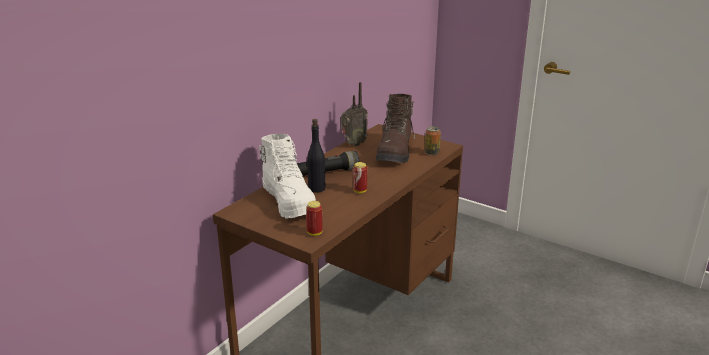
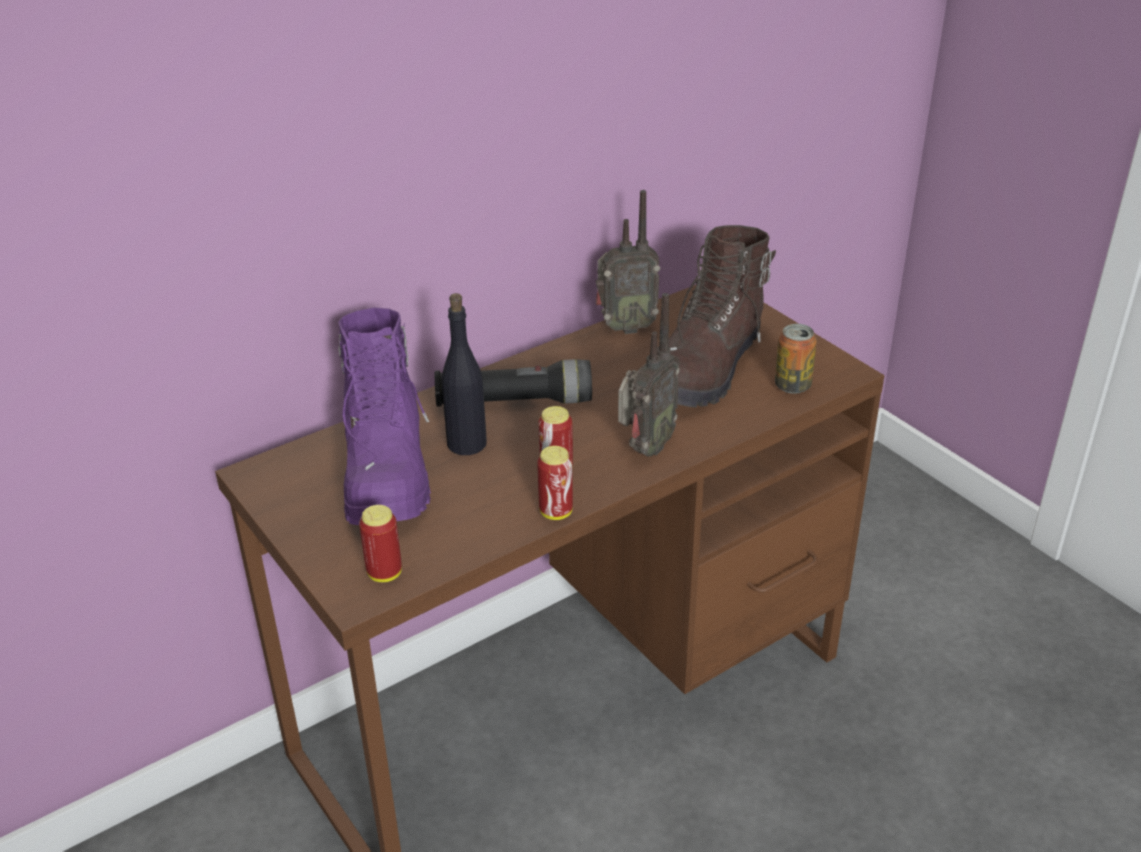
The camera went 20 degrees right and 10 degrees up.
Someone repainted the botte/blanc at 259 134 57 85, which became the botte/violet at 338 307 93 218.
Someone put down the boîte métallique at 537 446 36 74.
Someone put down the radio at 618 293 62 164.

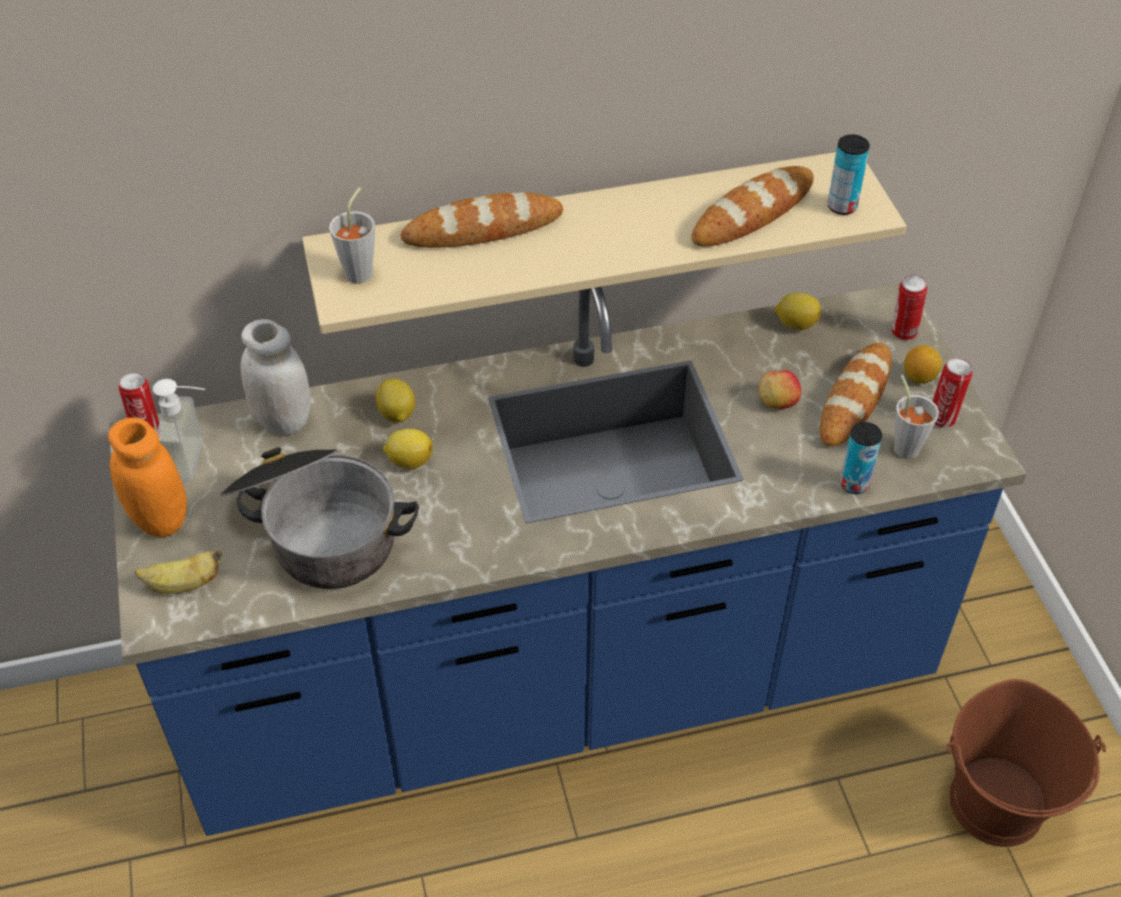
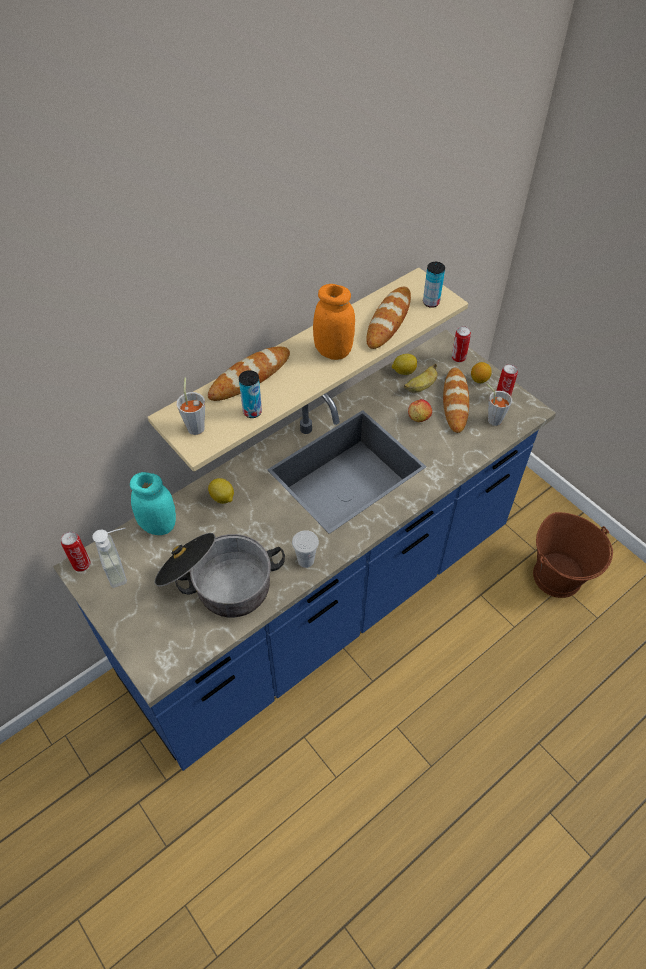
The camera went 25 degrees left and 5 degrees up.
Someone carried the bocal/orange from 108 417 79 120 to 313 284 42 76.
Someone carried the banane from 135 549 88 45 to 404 364 34 29.
Someone repainted the bocal/blanc at 240 319 71 116, which became the bocal/turquoise at 130 472 46 63.
Someone took away the citron at 383 429 50 40.
Someone carried the boîte métallique from 840 422 42 72 to 239 370 23 48.
Someone put down the tasse/blanc at 292 530 27 38.

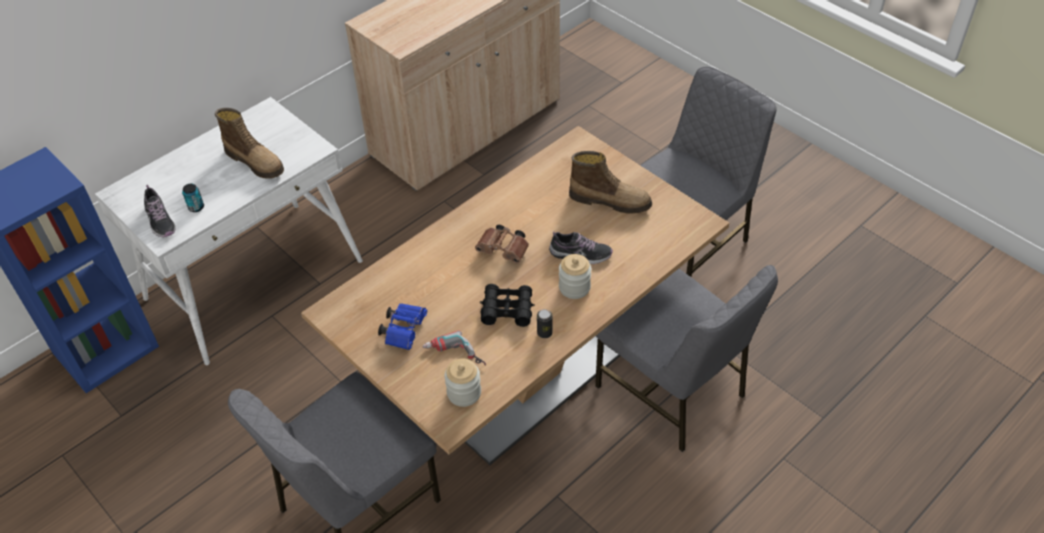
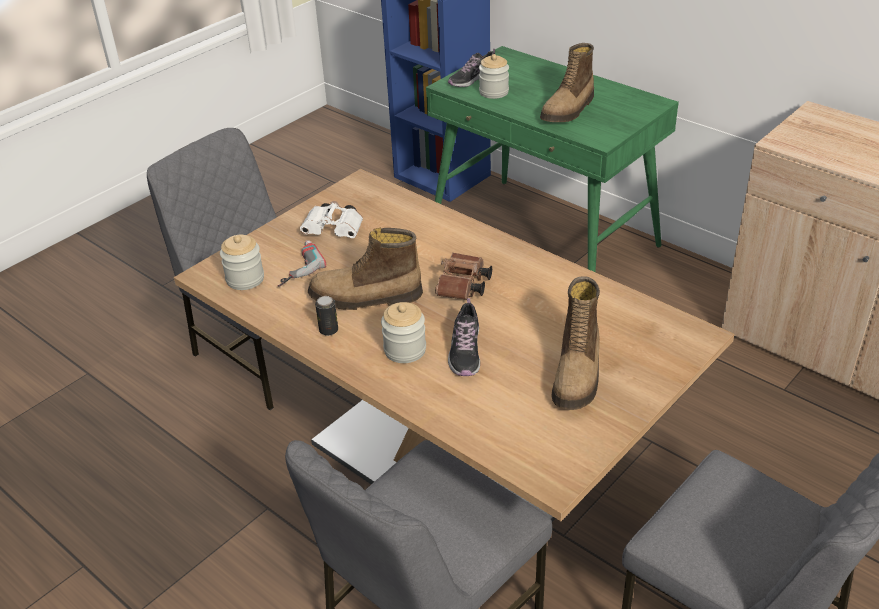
The camera went 85 degrees right and 10 degrees down.
Someone repainted the bureau/blanc at 95 97 268 268, which became the bureau/vert at 426 46 253 226.
Someone swapped the boîte métallique at 182 183 22 29 for the bocal at 479 54 30 45.
Someone repainted the jumelles/bleu at 378 303 49 47, which became the jumelles/blanc at 300 201 63 37.
Someone swapped the jumelles/noir at 480 284 55 43 for the botte at 308 228 115 82.

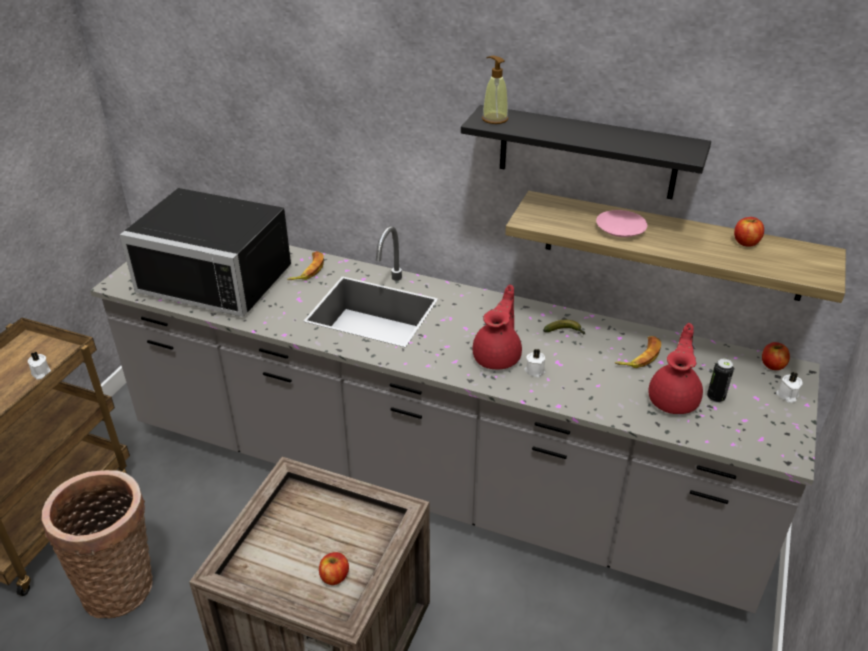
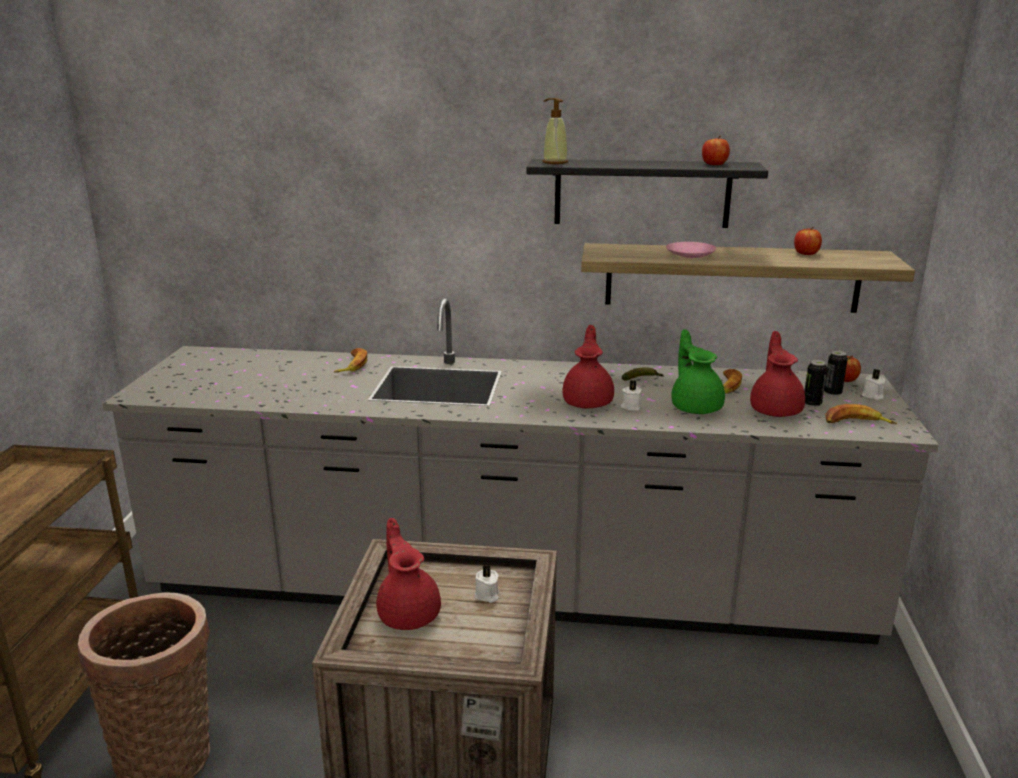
The camera went 15 degrees left and 15 degrees down.
Someone carried the bougie/blanc from 28 352 23 27 to 474 565 25 38.
Someone took away the micro-ondes/noir at 120 188 171 129.
Someone carried the pomme from 319 552 30 33 to 702 136 28 29.
Someone put down the théière/rouge at 376 518 65 112.
Someone put down the théière/vert at 671 329 54 85.
Someone put down the boîte métallique at 824 350 24 47.
Someone put down the banane at 825 404 72 20.

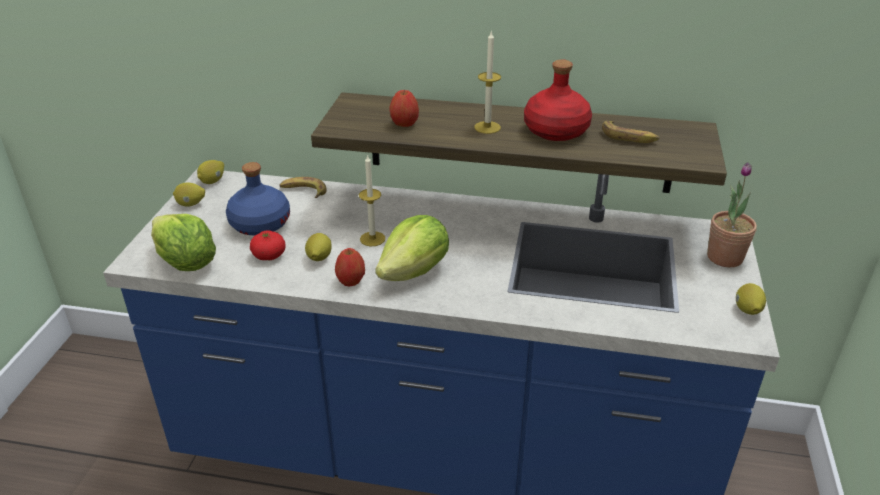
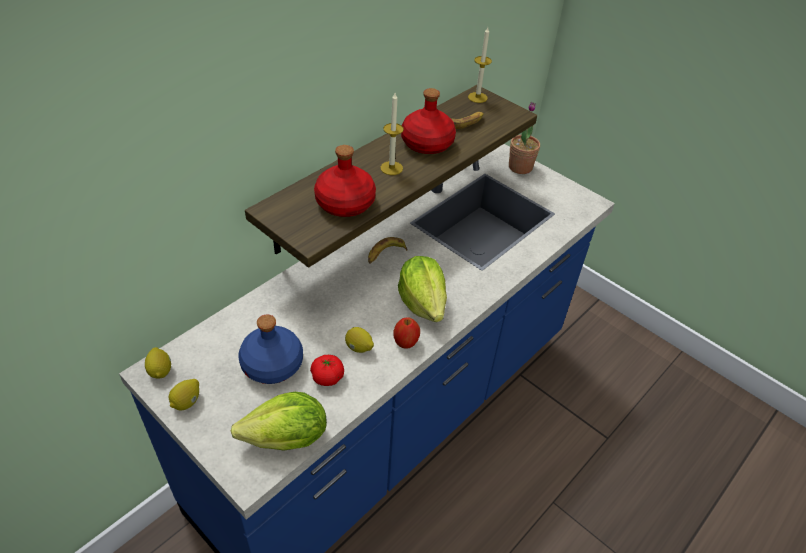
The camera went 60 degrees left and 10 degrees up.
Someone carried the banane from 279 177 48 21 to 368 237 40 27.
Someone carried the bougie from 359 154 26 92 to 468 27 24 76.
Someone swapped the pomme at 390 90 29 37 for the bouteille/rouge at 314 145 62 72.
Someone took away the citron at 736 283 30 32.

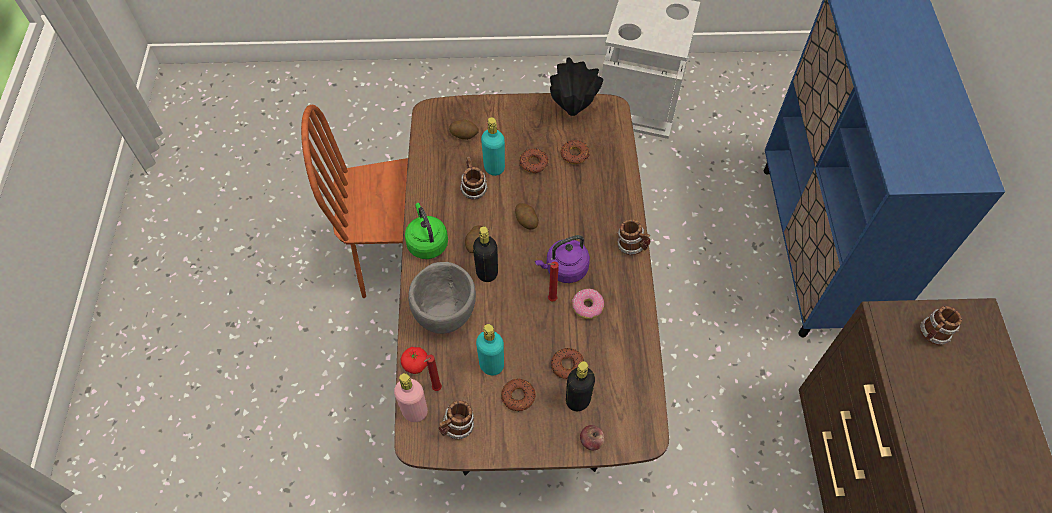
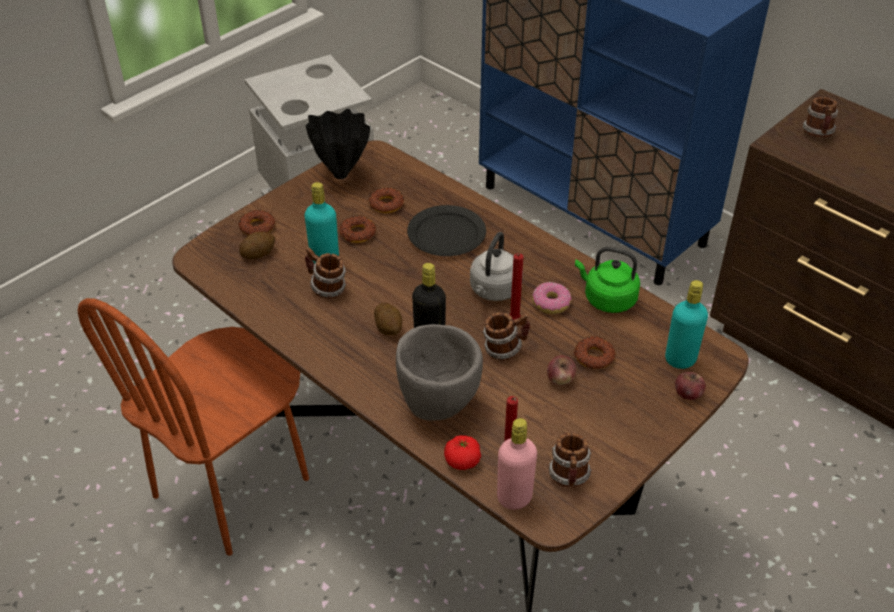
The camera went 45 degrees left and 15 degrees down.
Someone carried the bouilloire/vert from 405 203 43 56 to 575 247 65 66.
Someone carried the bouteille/turquoise from 476 324 28 51 to 665 280 43 89.
Someone carried the beignet from 501 379 35 32 to 238 210 37 26.
Someone took away the pomme de terre at 515 203 24 27.
Someone repainted the bouilloire/violet at 535 235 55 48, which became the bouilloire/gris at 470 232 53 69.
Someone took away the bouteille/noir at 566 361 29 50.
Someone carried the mug from 617 219 33 36 to 483 312 47 49.
Someone put down the assiette/noir at 407 205 79 51.
Someone put down the pomme at 547 355 29 31.

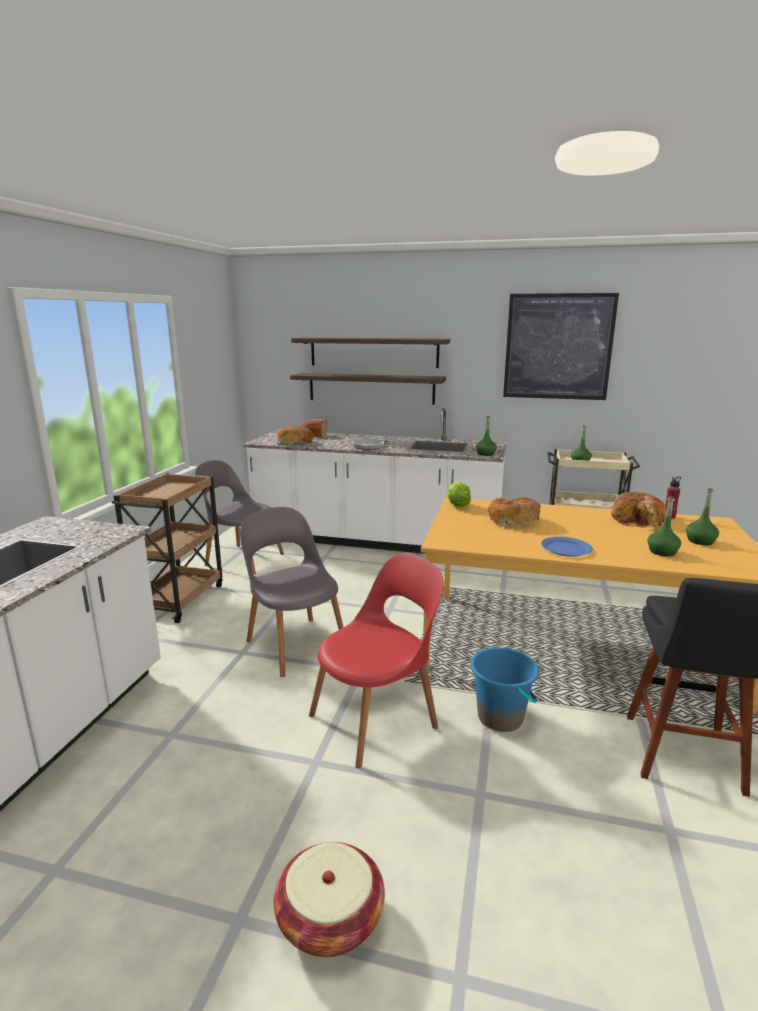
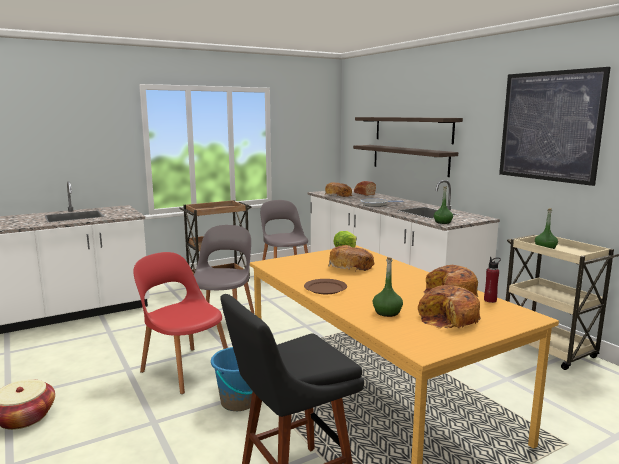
The camera went 45 degrees right and 5 degrees down.
Someone rotated the chaise/rouge at 309 553 135 215 by 150 degrees counterclockwise.
Someone repainted the assiette/bleu at 541 537 52 20, which became the assiette/marron at 304 279 43 15.
Someone swapped the bouteille/vert at 686 488 33 57 for the pain at 418 285 63 44.

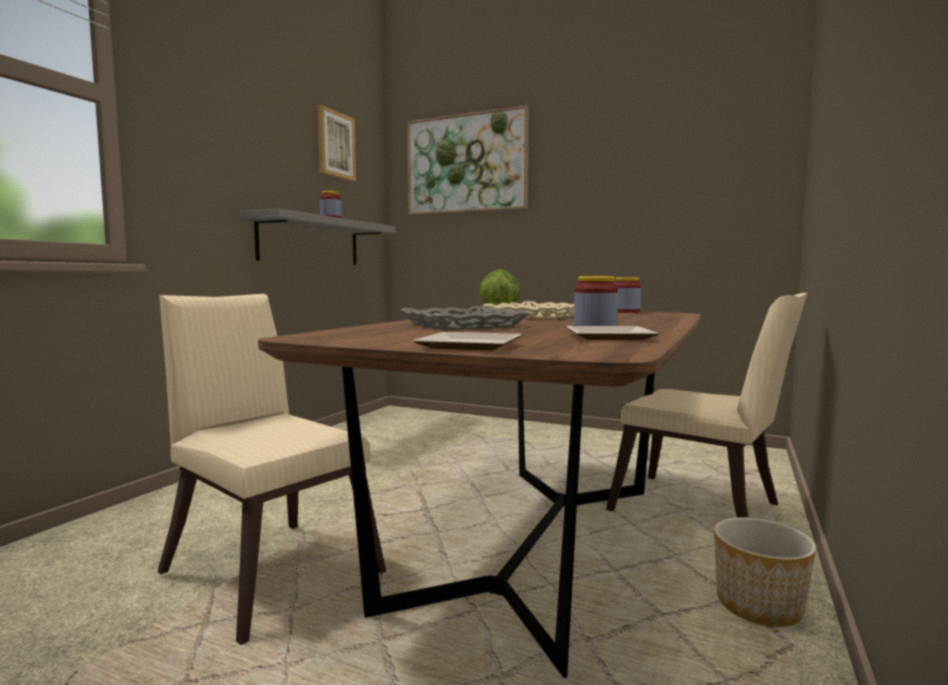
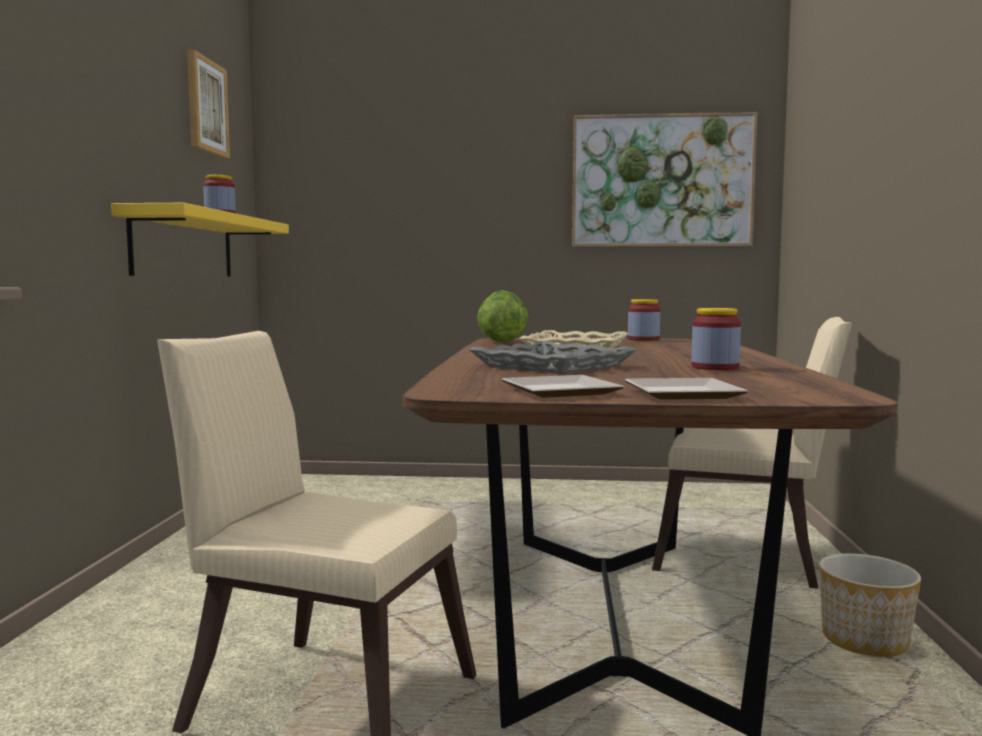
The camera went 20 degrees left and 0 degrees up.
Someone repainted the étagère/gris at 240 209 156 56, which became the étagère/jaune at 111 203 178 74.
Someone carried the tableau from 407 105 122 110 to 572 112 185 135.
Someone carried the assiette from 567 326 92 14 to 501 375 123 23.

